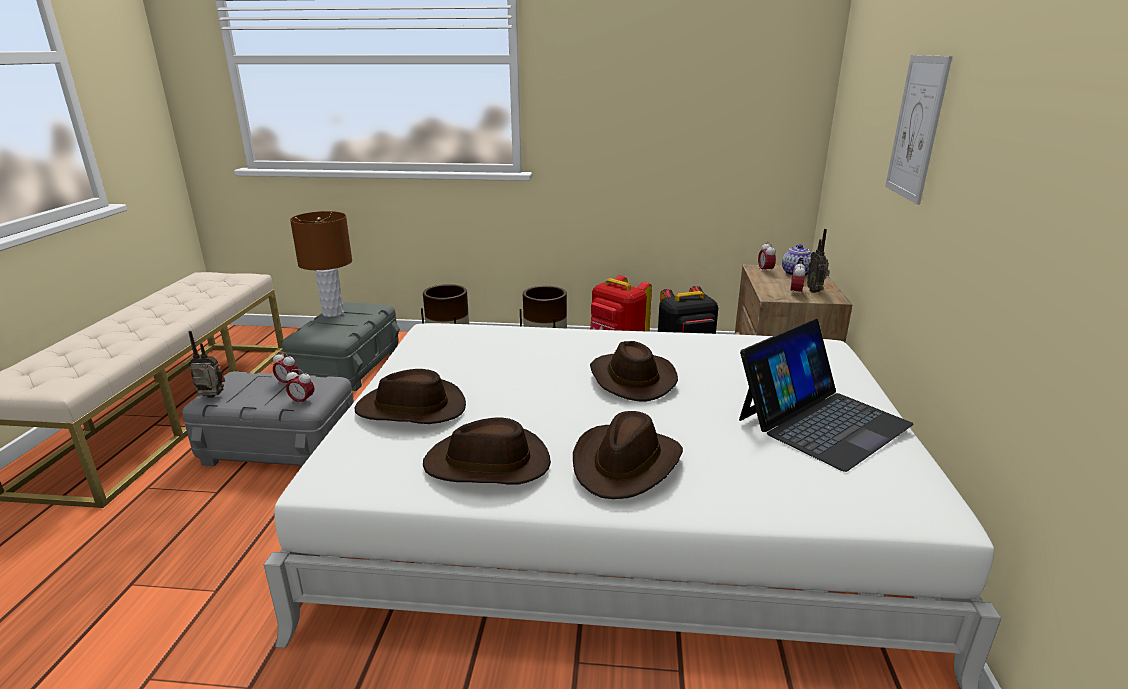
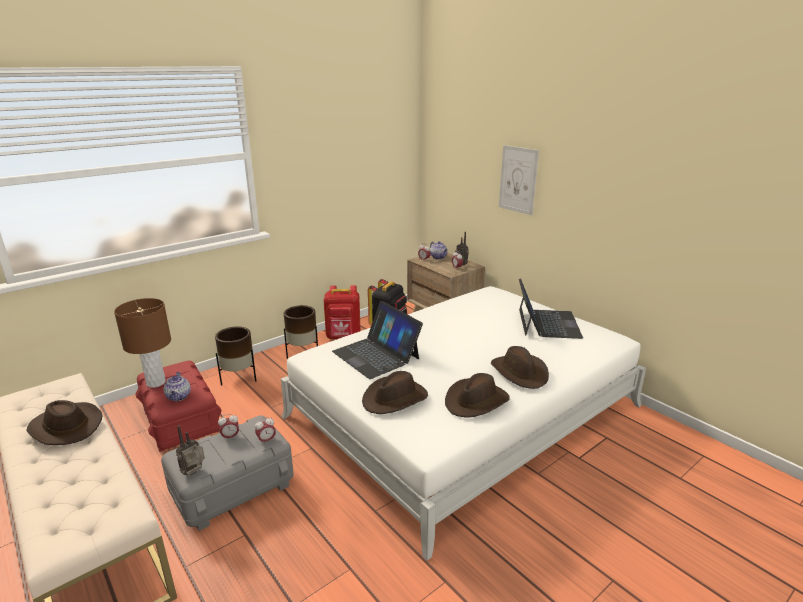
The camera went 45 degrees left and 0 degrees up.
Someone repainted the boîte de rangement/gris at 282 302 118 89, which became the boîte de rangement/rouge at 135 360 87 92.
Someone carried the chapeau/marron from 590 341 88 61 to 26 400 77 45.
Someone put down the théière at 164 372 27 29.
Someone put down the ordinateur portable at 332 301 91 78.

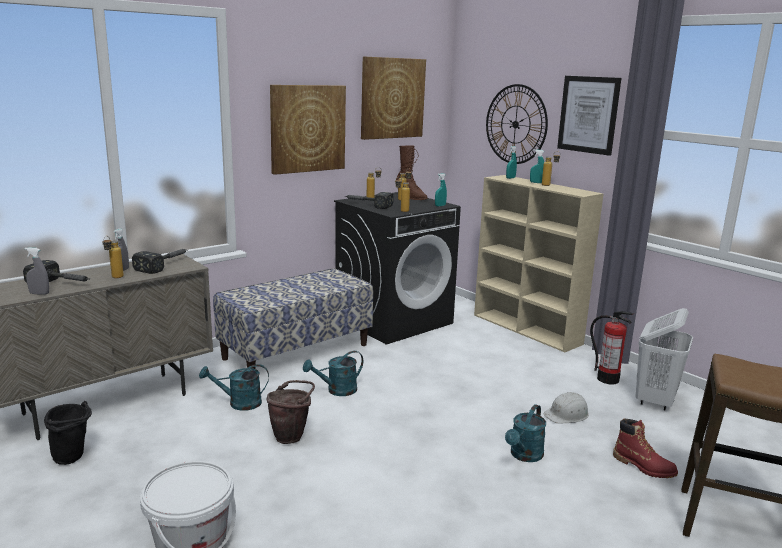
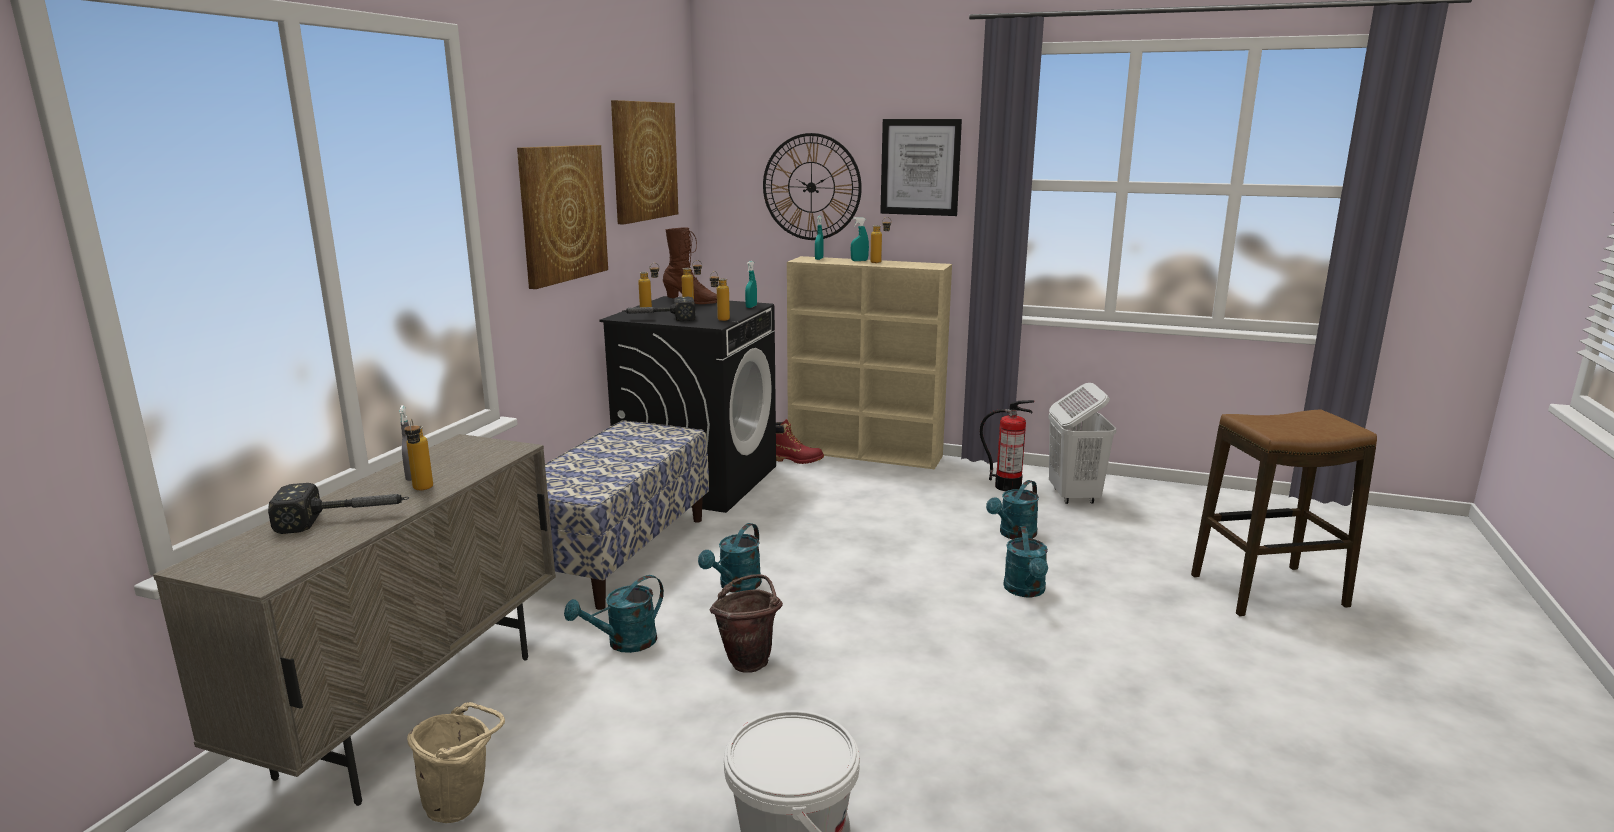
The camera went 30 degrees left and 0 degrees up.
Someone took away the vaporisateur/gris at 25 247 24 48.
Someone repainted the seau/noir at 44 401 48 64, which became the seau/beige at 407 702 98 121.
Someone took away the marteau at 132 249 56 25.
Someone swapped the casque de chantier/blanc at 543 392 46 32 for the arrosoir/turquoise at 986 480 53 59.
Someone carried the botte/rouge from 613 419 65 59 to 776 419 48 45.

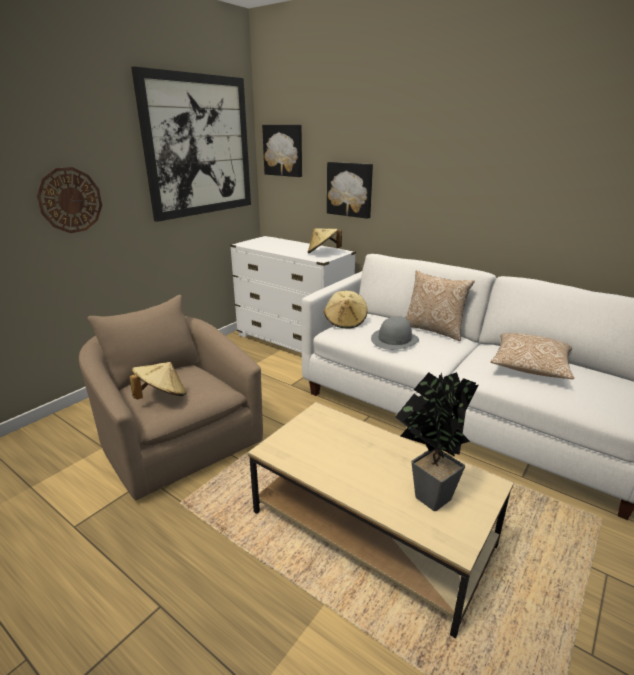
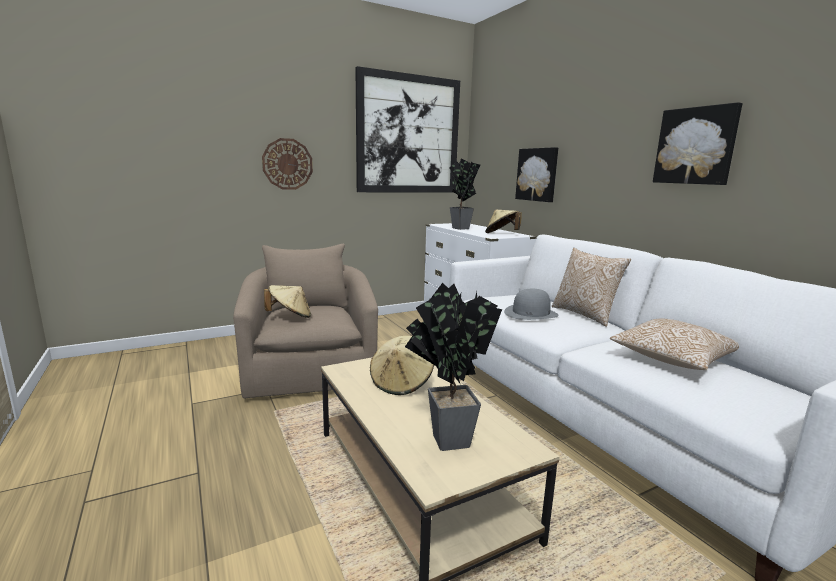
The camera went 25 degrees right and 10 degrees down.
Someone carried the tableau from 262 125 40 52 to 653 102 89 83.
Someone carried the chapeau/beige from 324 291 44 38 to 370 336 64 59.
Someone put down the plante en pot at 449 158 31 72.

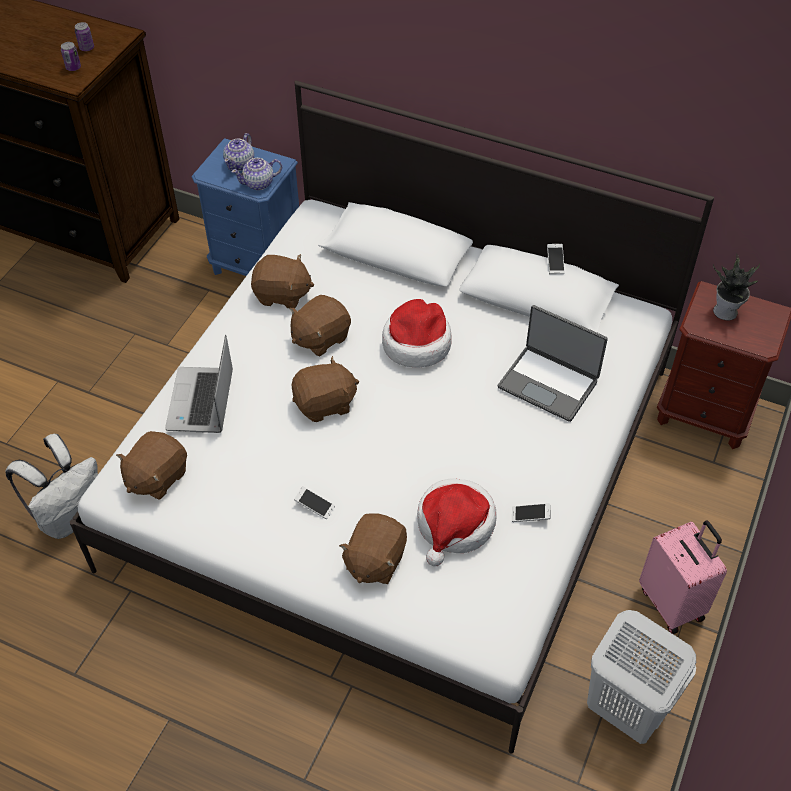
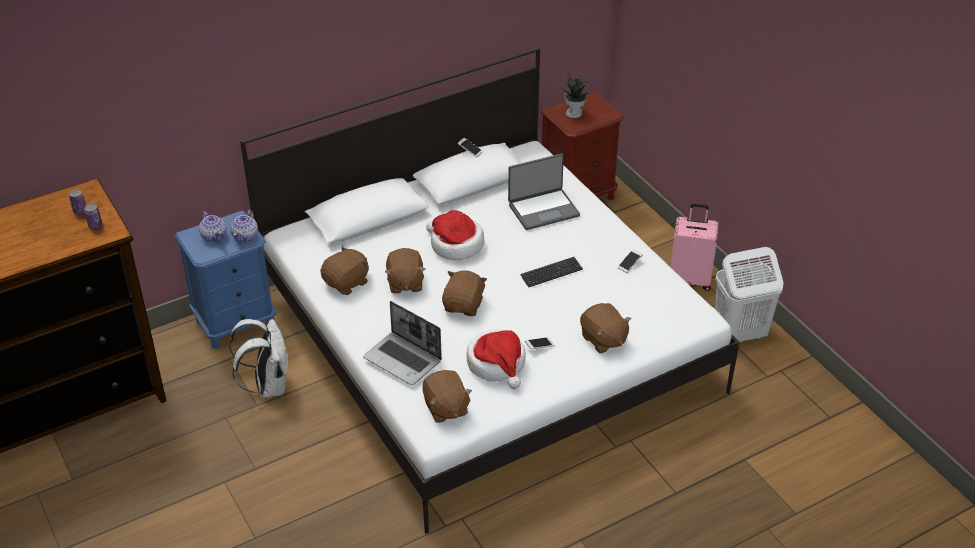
The camera went 55 degrees left and 10 degrees down.
Someone carried the sac à dos/blanc from 6 434 92 105 to 229 319 60 79.
Someone carried the chapeau from 417 478 80 88 to 466 329 60 60.
Someone put down the clavier at 520 257 63 30.

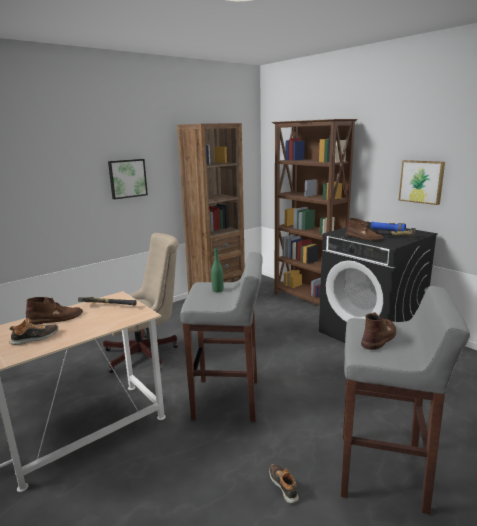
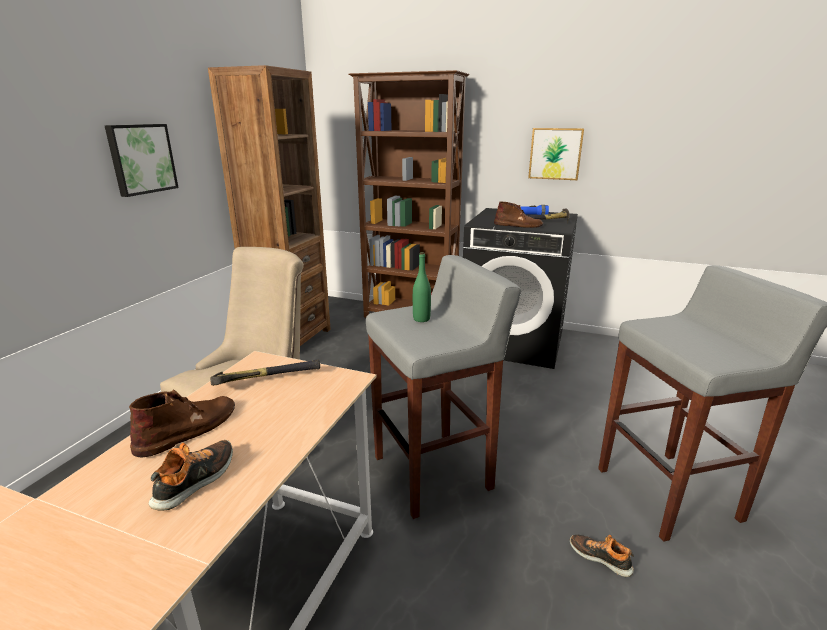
The camera went 30 degrees left and 5 degrees up.
Someone took away the botte/marron at 361 312 35 38.

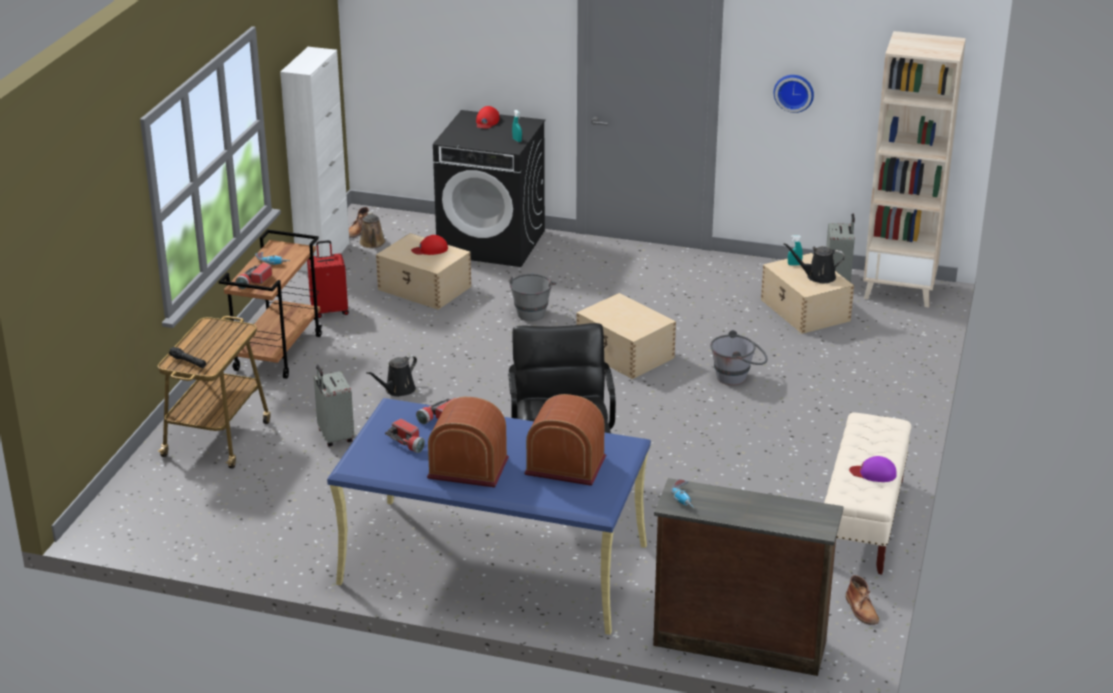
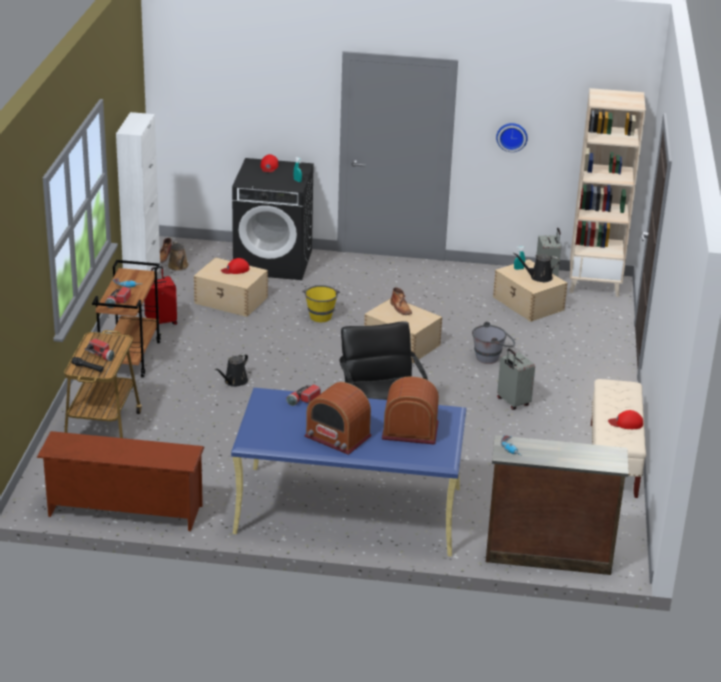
The camera went 10 degrees left and 0 degrees up.
Someone carried the valise/gris from 314 365 40 82 to 497 348 38 62.
Someone carried the lampe de poche from 385 419 40 34 to 85 338 29 23.
Someone rotated the radio at 427 397 82 90 by 150 degrees counterclockwise.
Someone repainted the seau/gris at 508 274 49 47, which became the seau/jaune at 302 285 38 37.
Someone carried the botte/marron from 846 575 33 50 to 390 287 22 28.
Someone repainted the casquette/violet at 849 456 48 26, which became the casquette/rouge at 608 410 35 19.
Someone put down the étagère à chaussures/marron at 36 431 168 100.

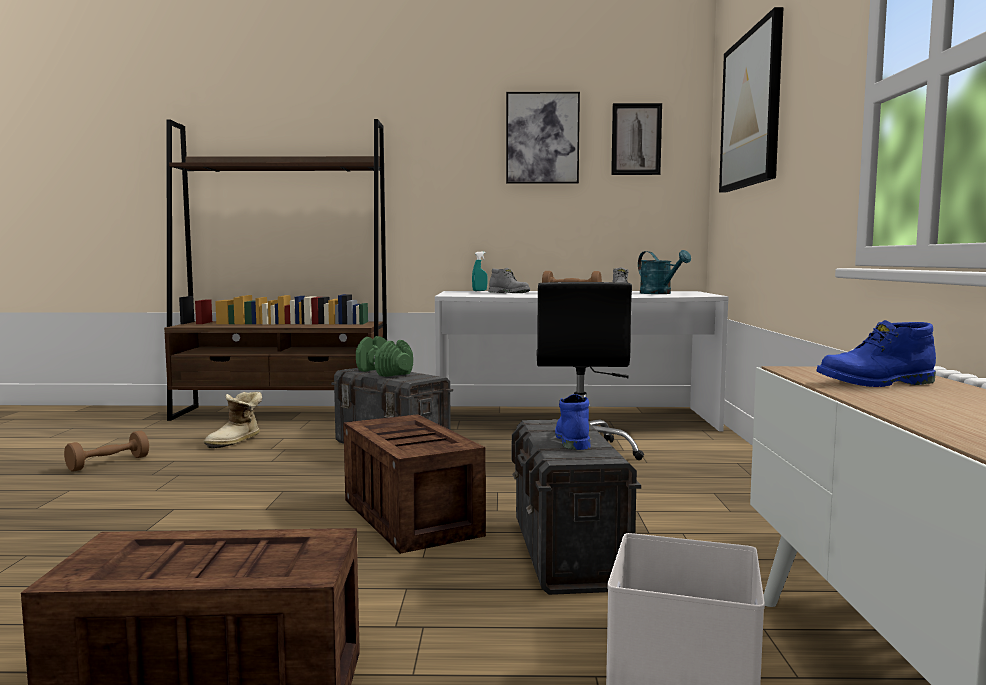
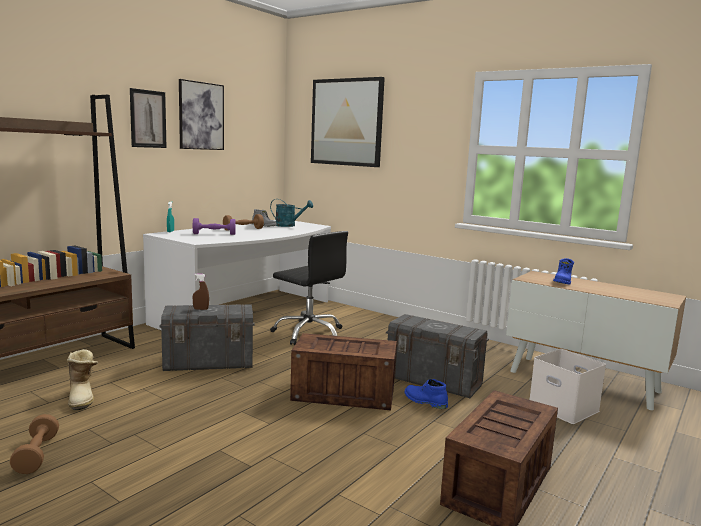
The camera went 55 degrees left and 5 degrees up.
Someone swapped the haltère/vert at 356 336 57 41 for the vaporisateur/marron at 193 274 16 36.
Someone swapped the botte/gris at 489 268 41 25 for the haltère/violet at 193 218 43 17.
Someone carried the botte/bleu from 555 394 35 56 to 405 379 43 30.
Someone carried the tableau from 611 103 51 72 to 130 88 37 60.

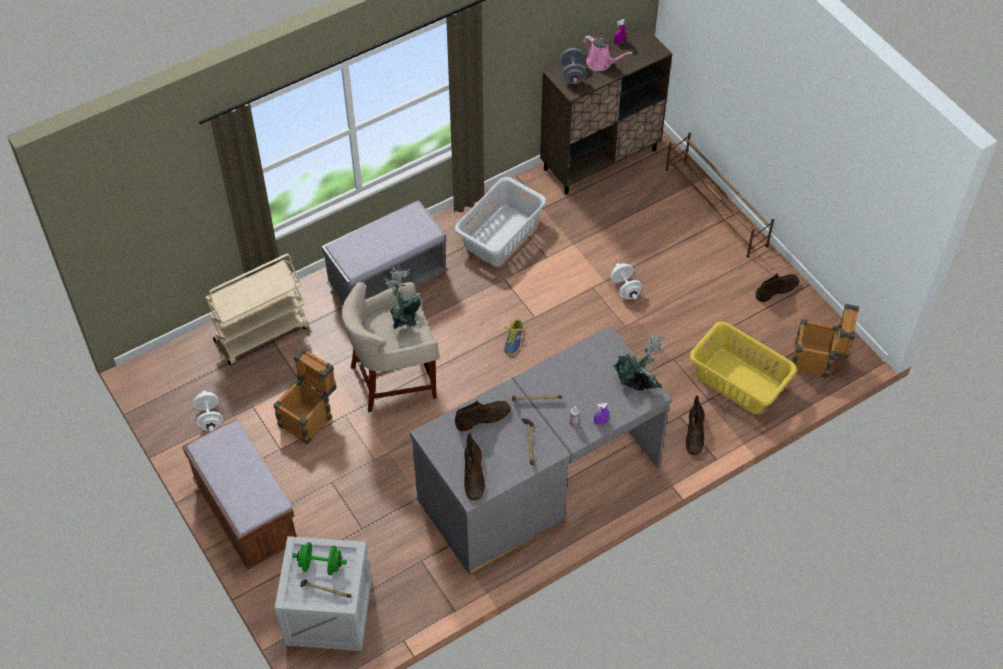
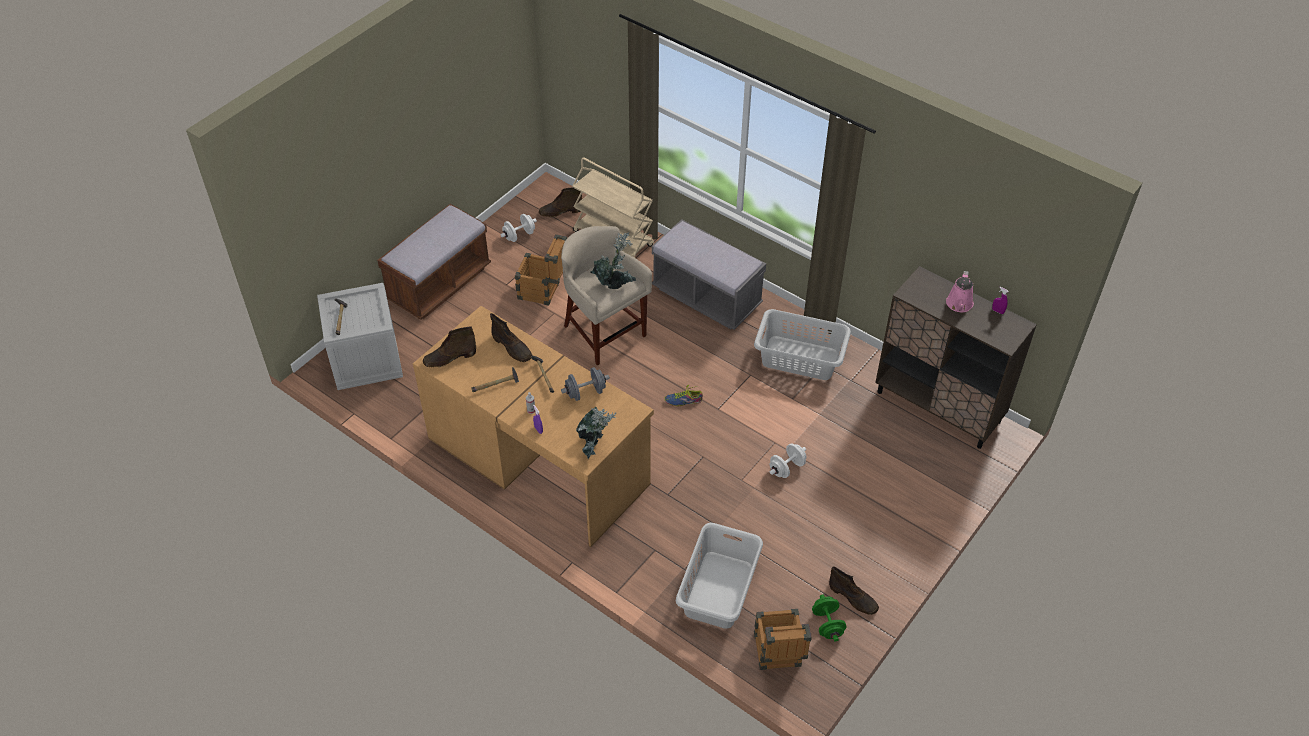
The camera went 70 degrees right and 5 degrees down.
Someone carried the haltère/vert from 292 542 55 33 to 812 595 34 47.
Someone repainted the bureau/gris at 410 326 262 249, which became the bureau/marron at 413 306 241 241.
Someone carried the haltère/gris from 560 48 27 36 to 561 367 49 34.
Someone took away the étagère à chaussures/marron at 666 132 108 126.
Someone carried the botte/marron from 686 395 19 60 to 539 187 43 30.
Someone repainted the panier à linge/jaune at 689 321 108 93, which became the panier à linge/gris at 676 523 87 106.

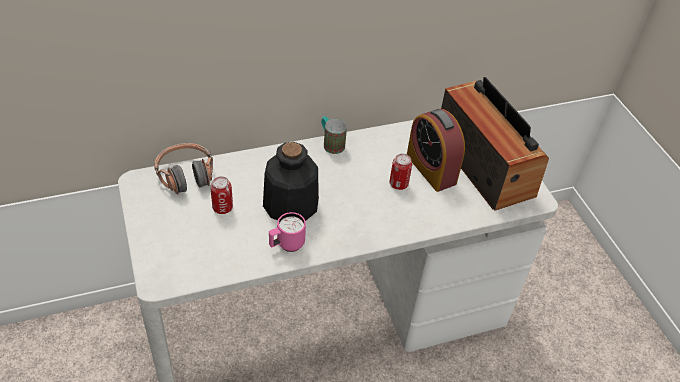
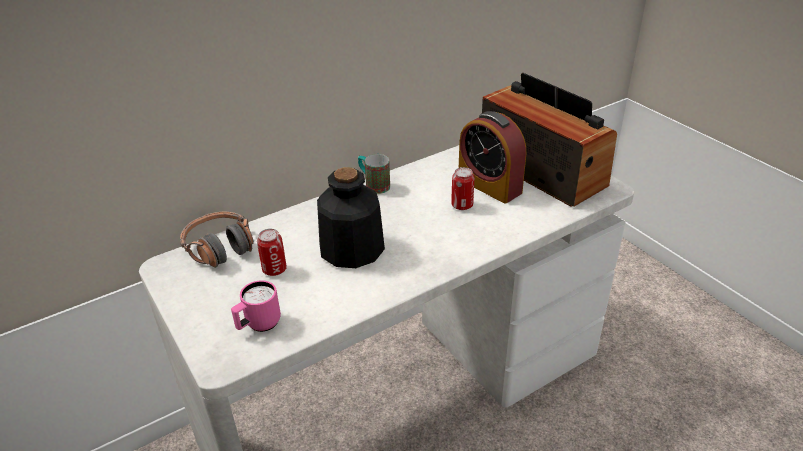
The camera went 10 degrees left and 10 degrees down.
Someone carried the mug/rose from 269 212 37 40 to 231 280 50 52.

